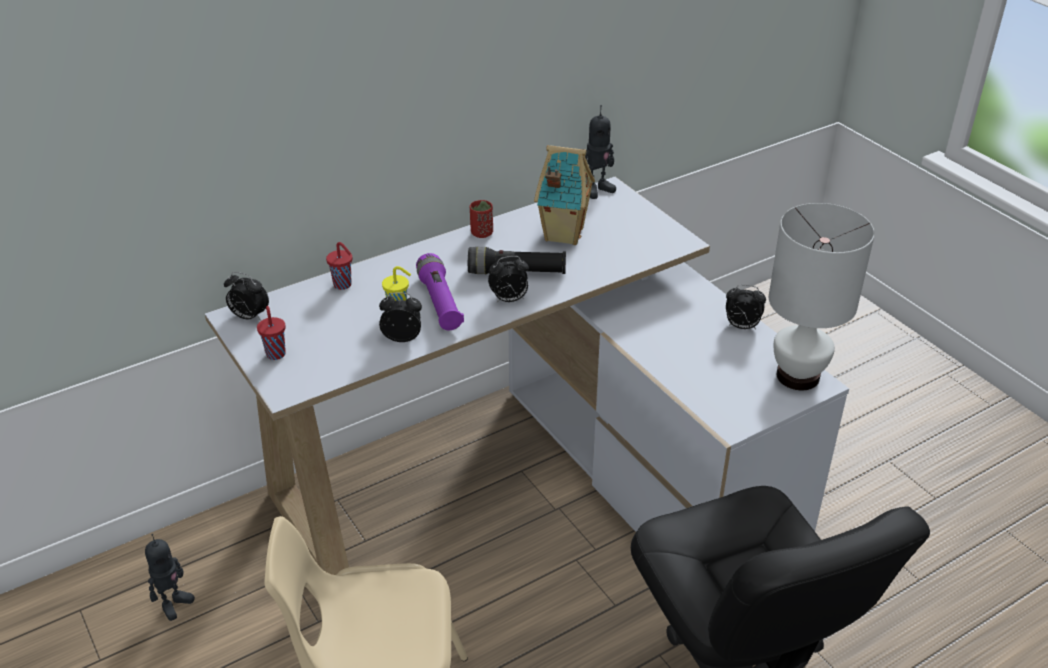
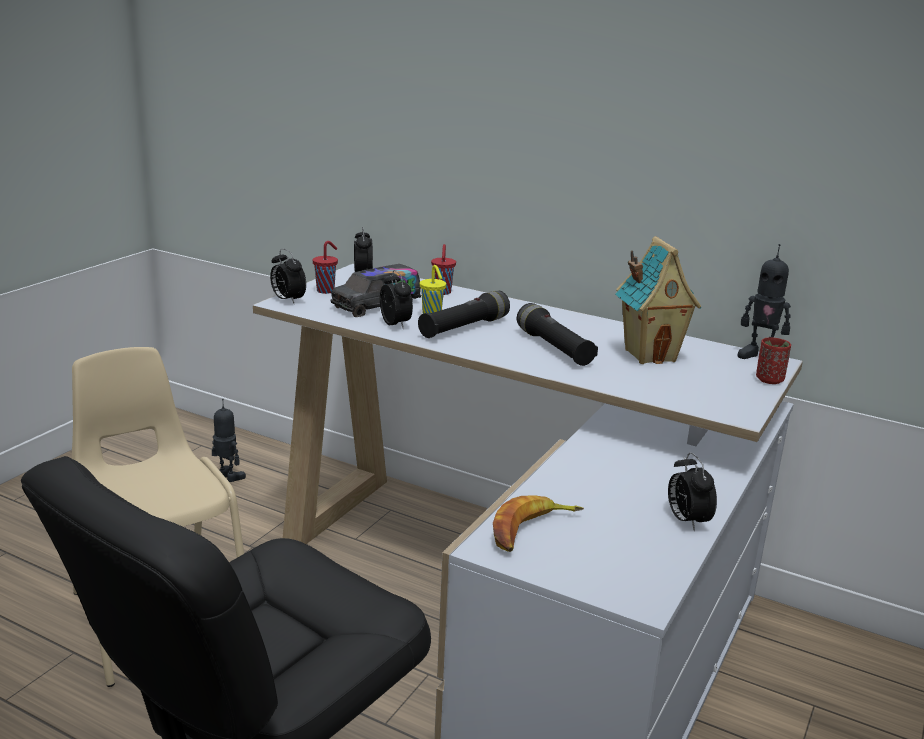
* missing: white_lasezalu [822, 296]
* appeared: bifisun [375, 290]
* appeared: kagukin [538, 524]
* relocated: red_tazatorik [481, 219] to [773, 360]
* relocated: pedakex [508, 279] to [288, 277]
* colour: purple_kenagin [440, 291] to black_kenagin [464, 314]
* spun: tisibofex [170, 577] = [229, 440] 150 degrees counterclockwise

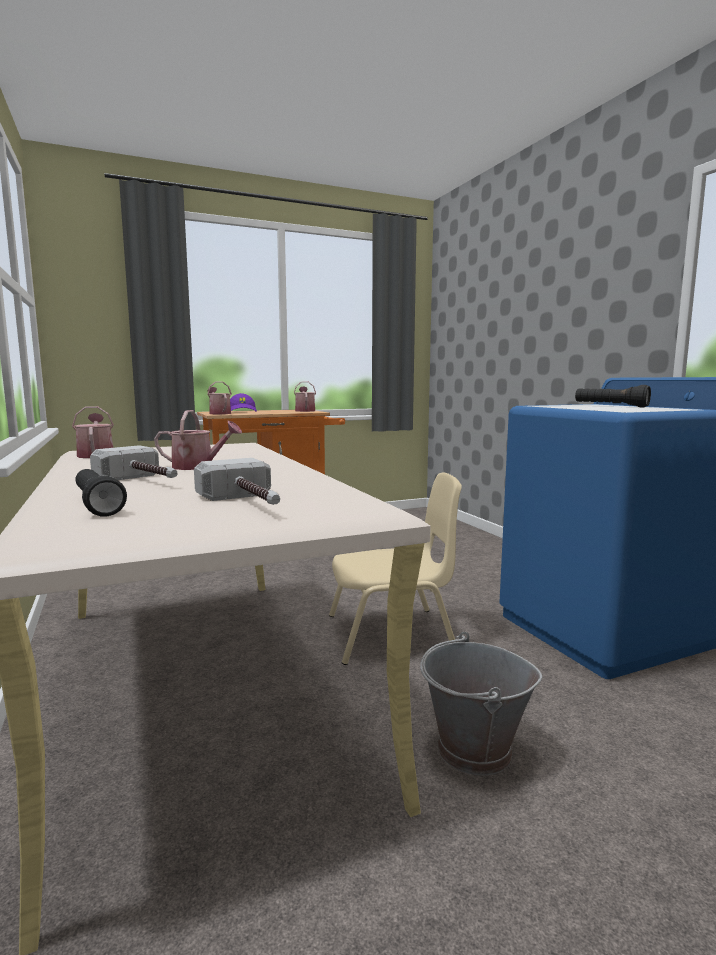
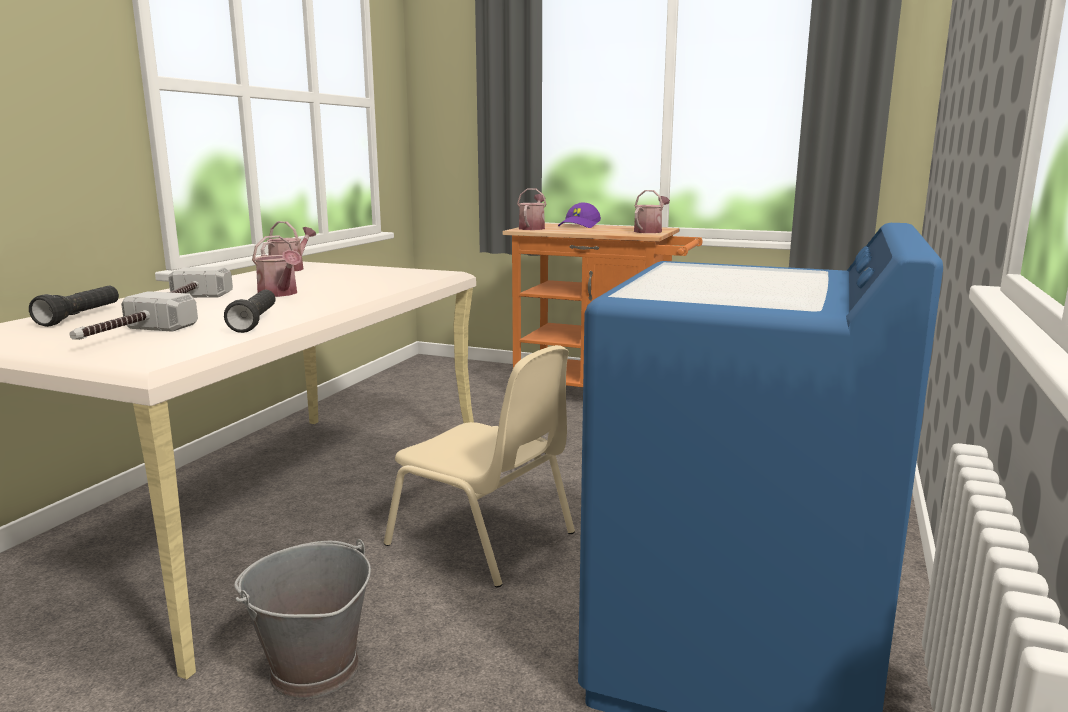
* relocated: black_kenagin [613, 396] to [250, 311]

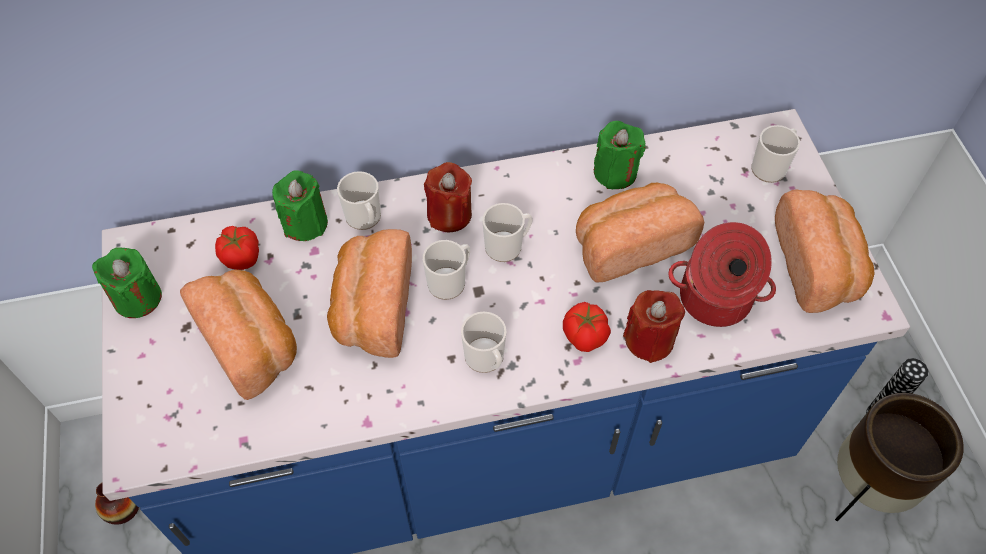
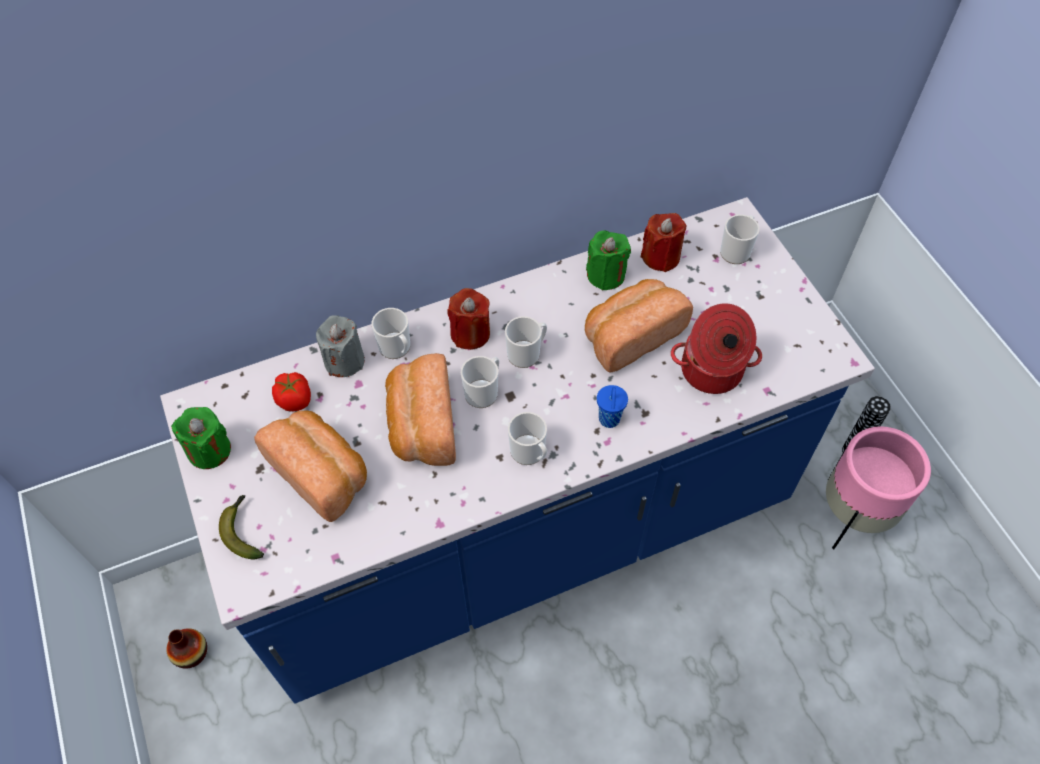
* missing: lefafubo [825, 251]
* appeared: kagukin [241, 527]
* relocated: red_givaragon [654, 326] to [664, 242]
* exchanged: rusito [587, 327] to blue_tazatorik [612, 406]
* colour: green_givaragon [300, 205] to grey_givaragon [340, 346]
* colour: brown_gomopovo [899, 457] to pink_gomopovo [878, 487]

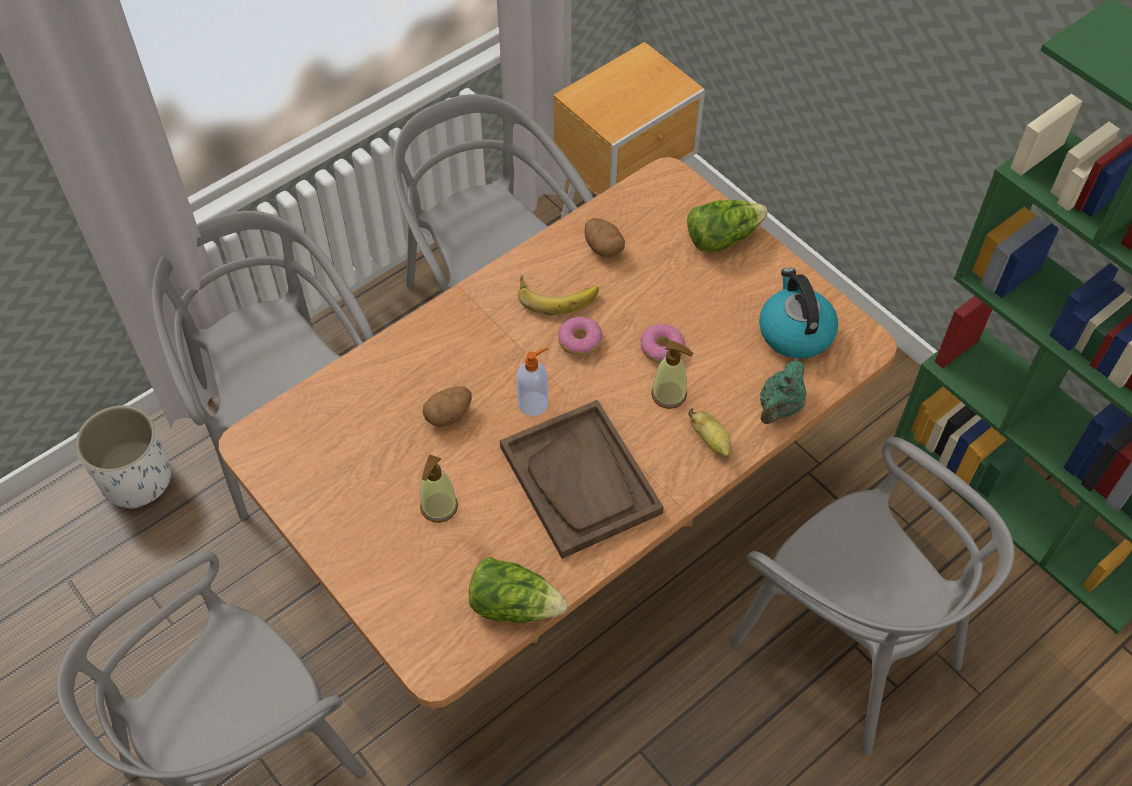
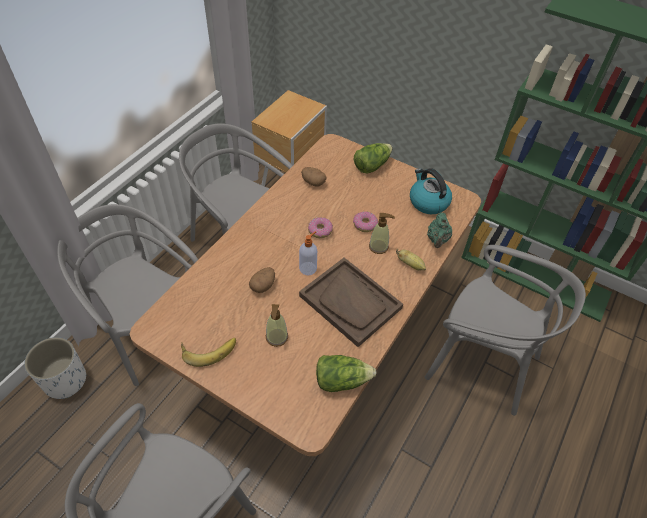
* relocated: kagukin [558, 295] to [208, 352]

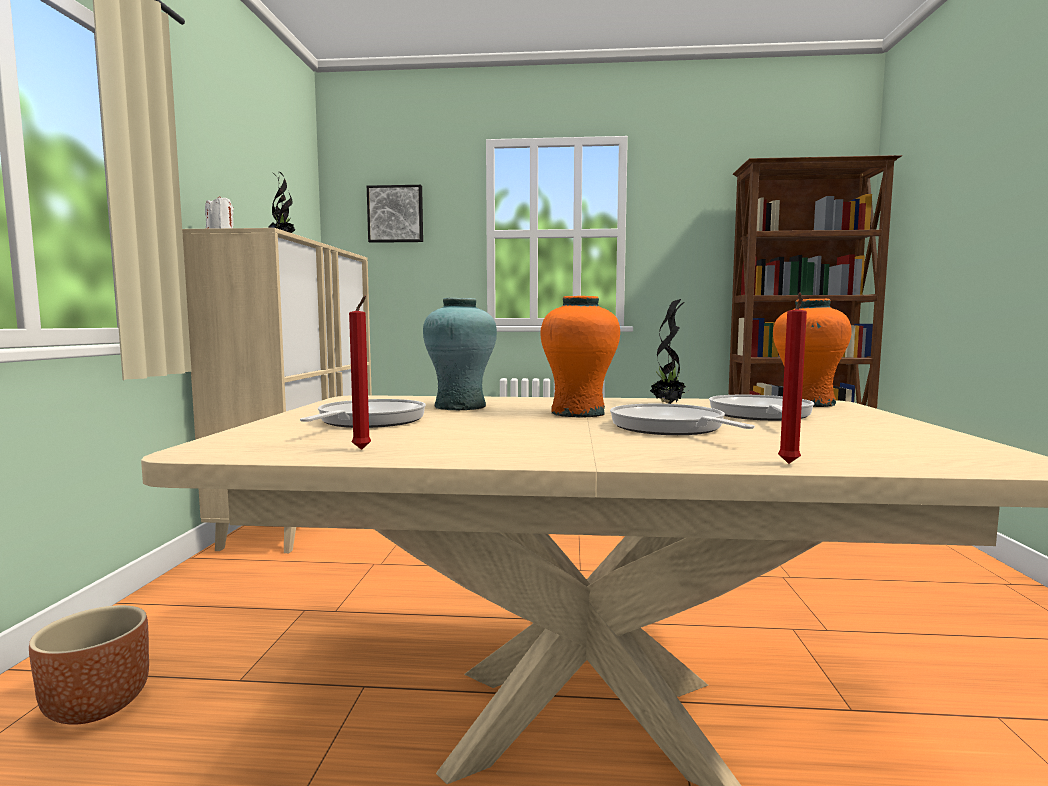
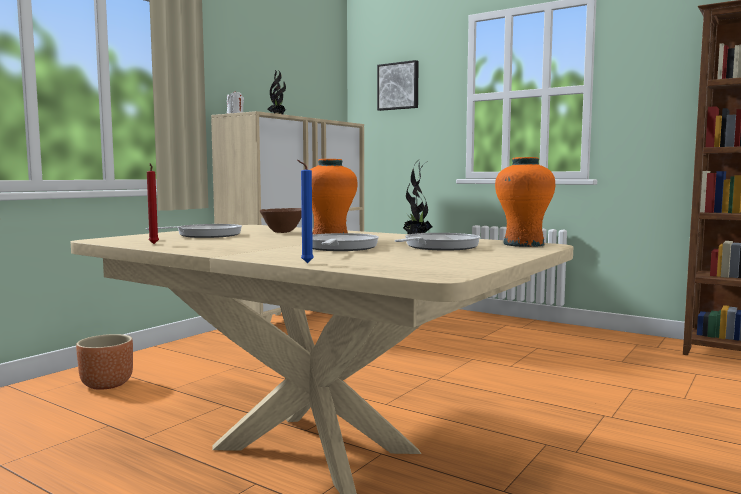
* exchanged: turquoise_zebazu [460, 354] to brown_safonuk [281, 220]
* colour: red_givaragon [792, 378] to blue_givaragon [305, 211]

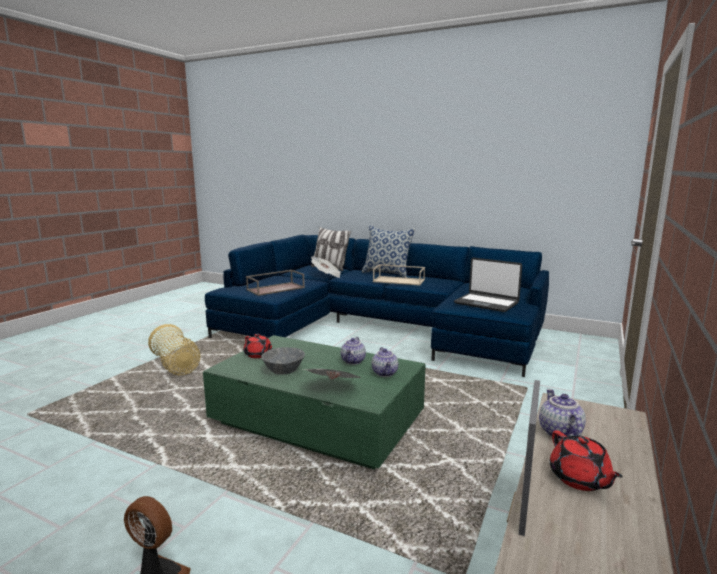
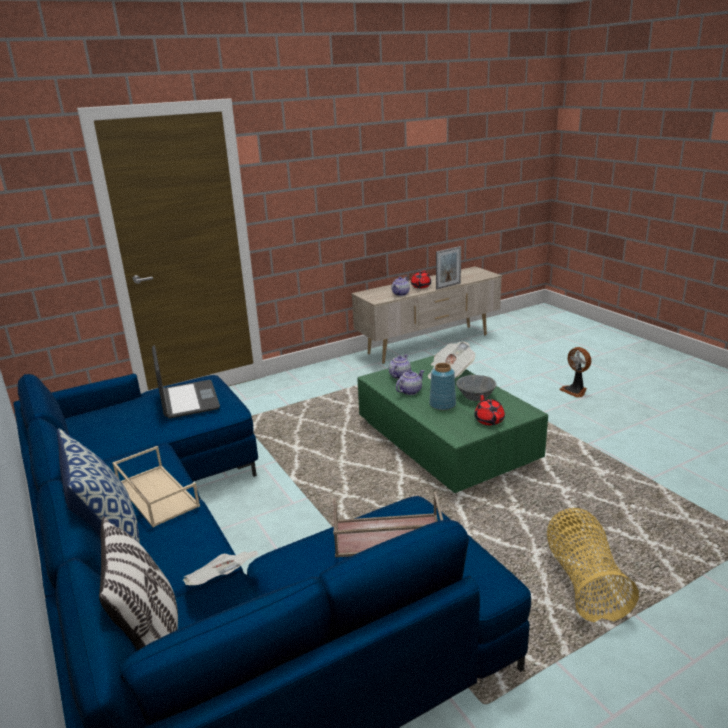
* appeared: blue_zebazu [442, 386]

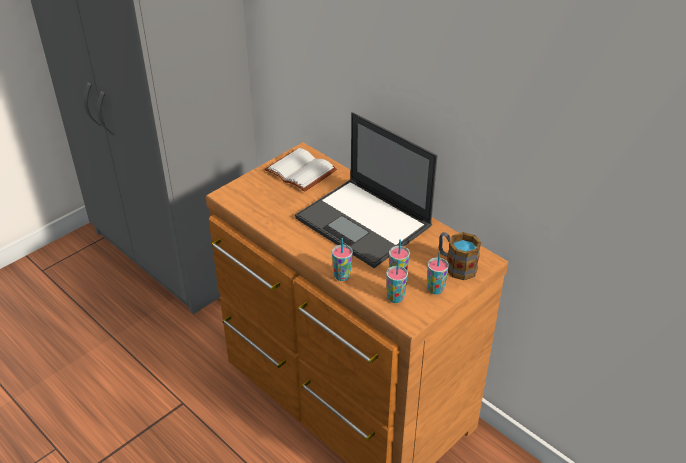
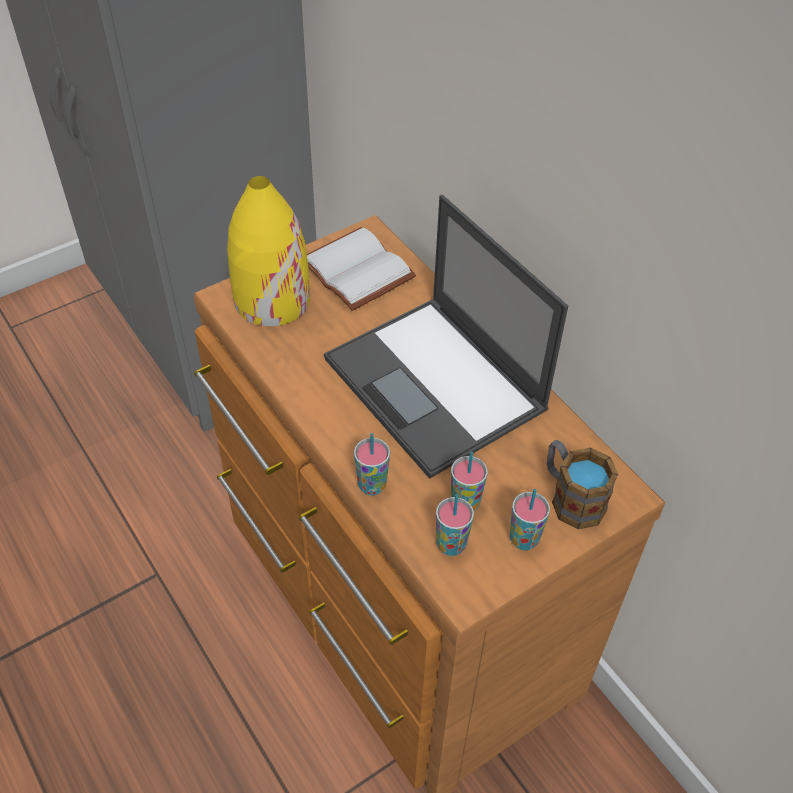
* appeared: yellow_zebazu [268, 251]

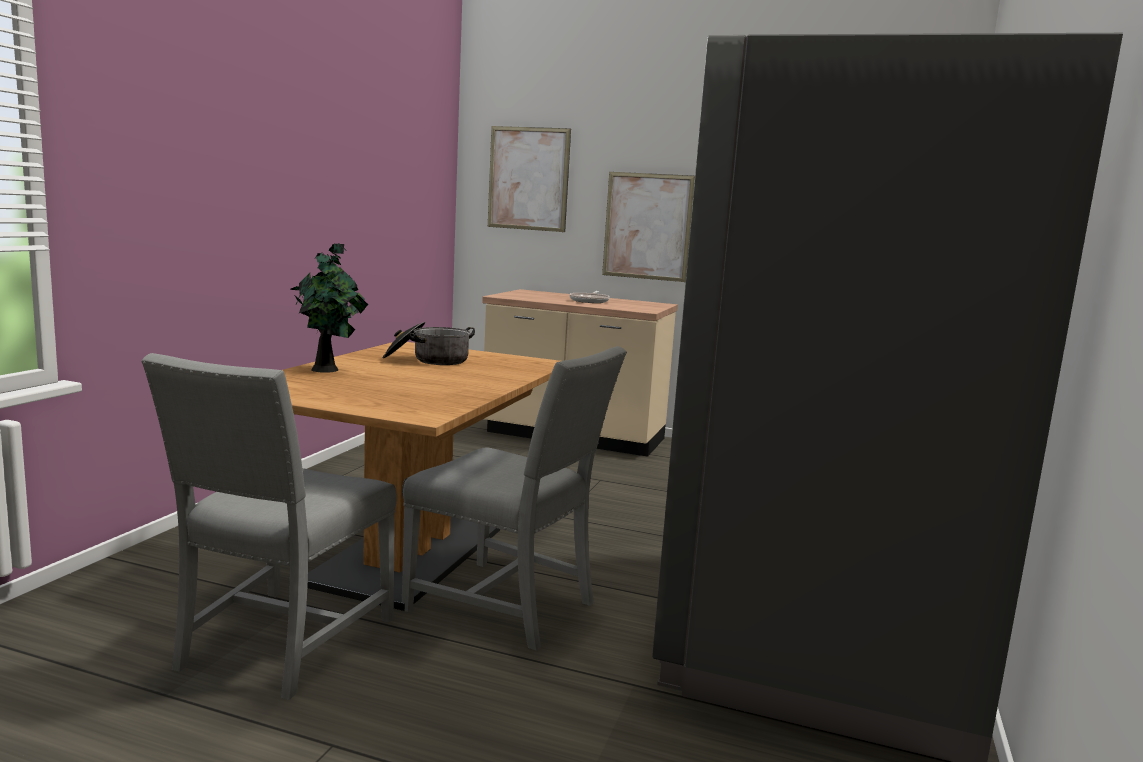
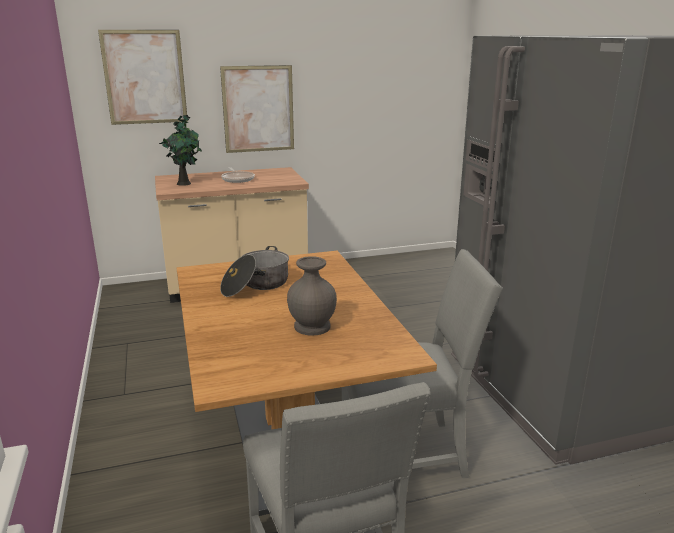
* appeared: grey_zebazu [312, 295]
* relocated: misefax [329, 308] to [180, 150]

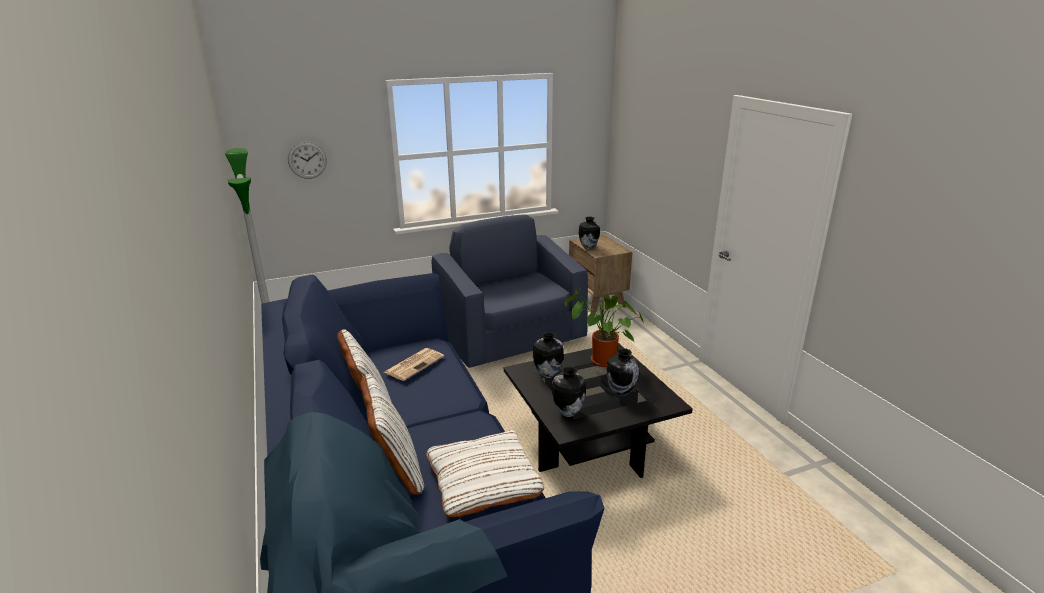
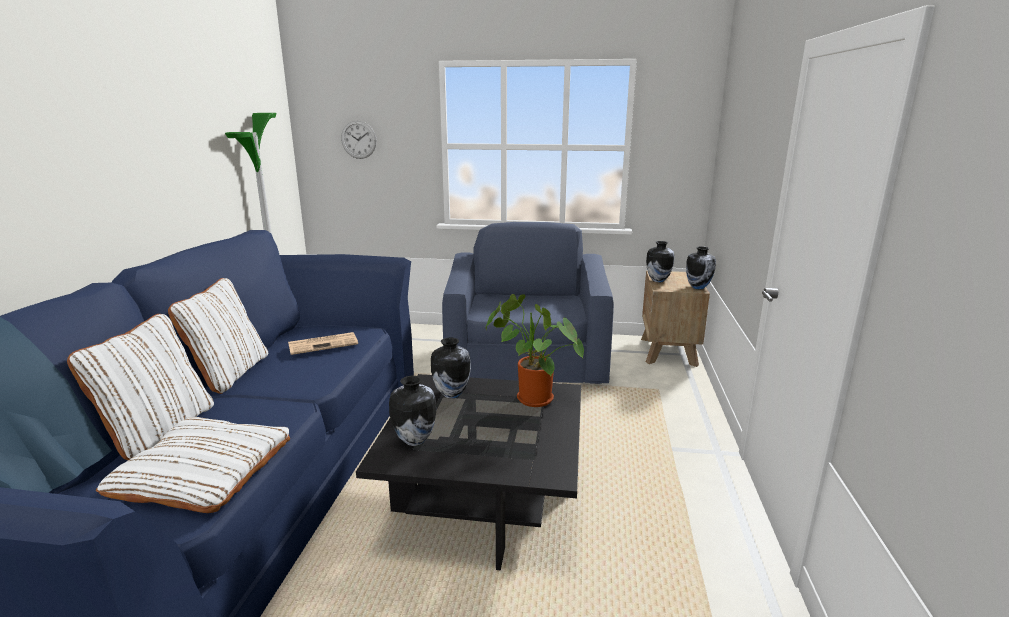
* relocated: zebazu [622, 372] to [701, 267]

